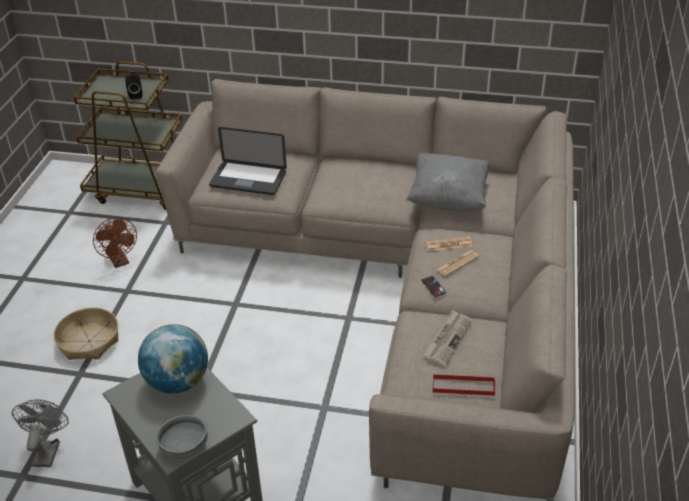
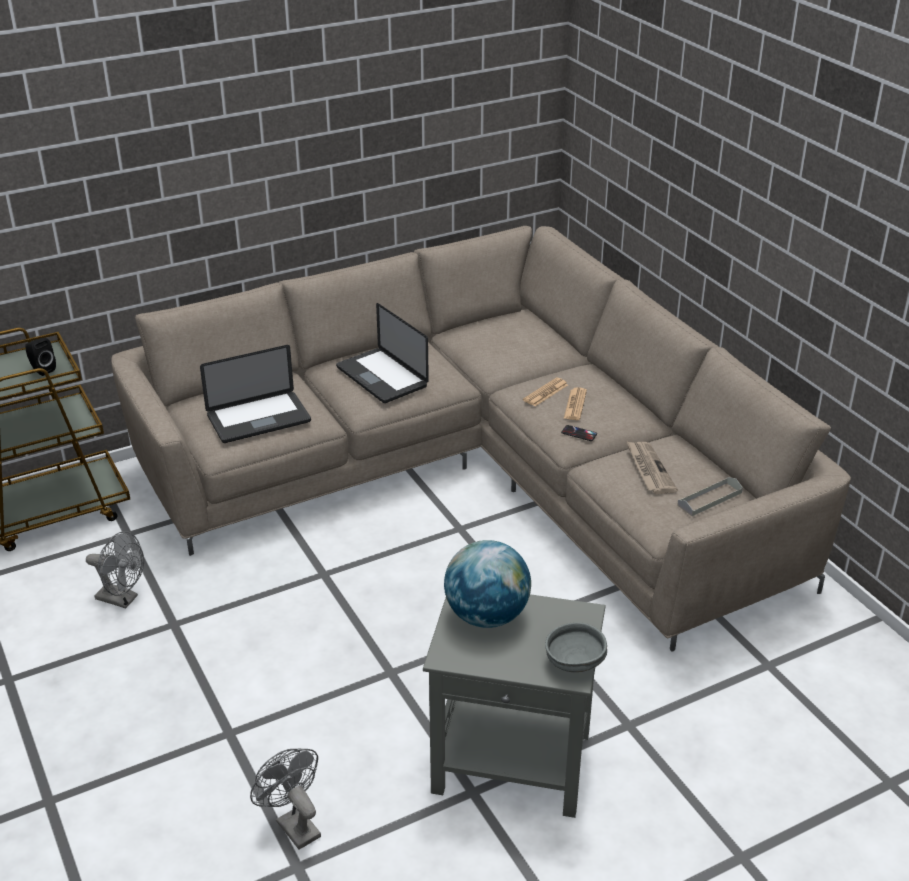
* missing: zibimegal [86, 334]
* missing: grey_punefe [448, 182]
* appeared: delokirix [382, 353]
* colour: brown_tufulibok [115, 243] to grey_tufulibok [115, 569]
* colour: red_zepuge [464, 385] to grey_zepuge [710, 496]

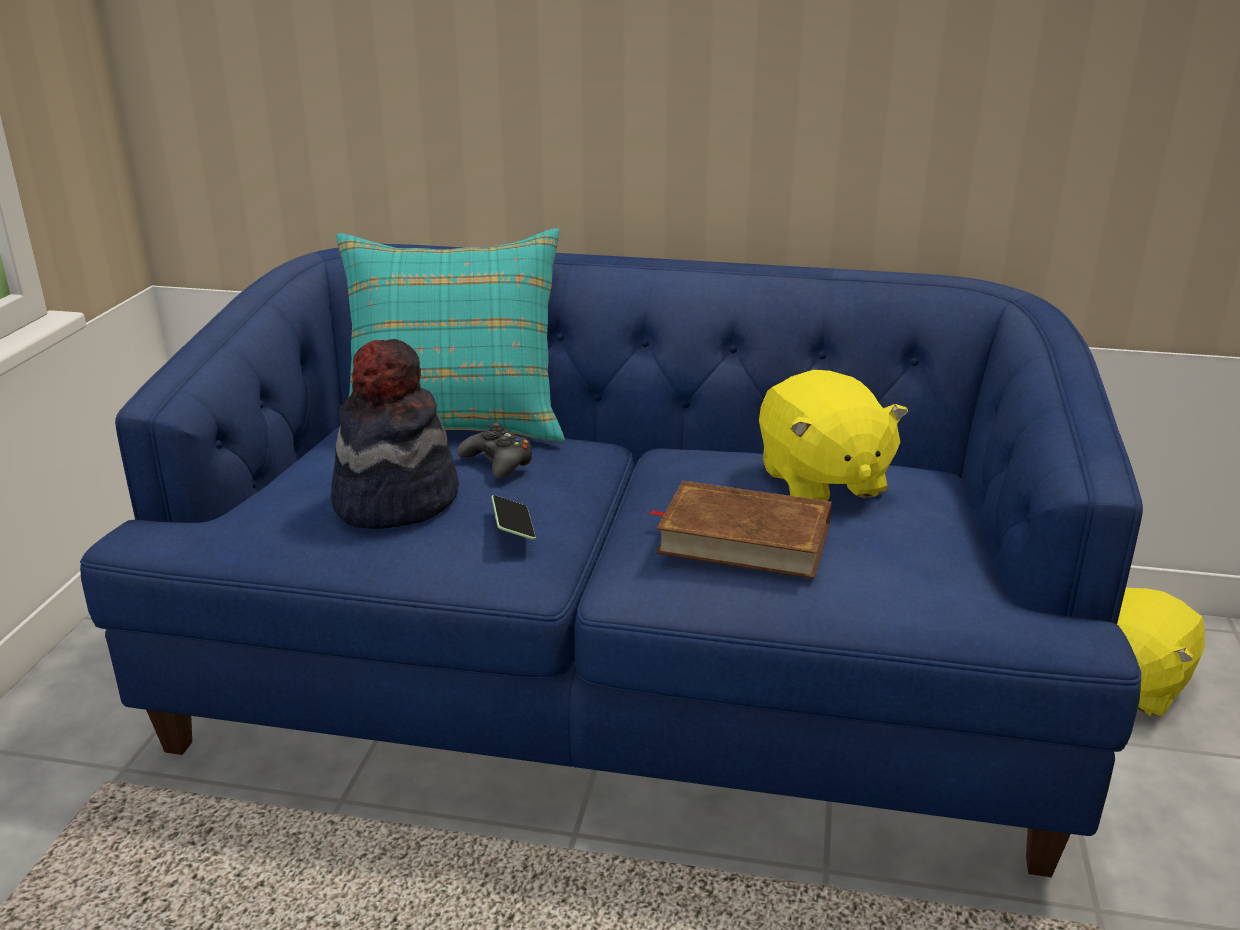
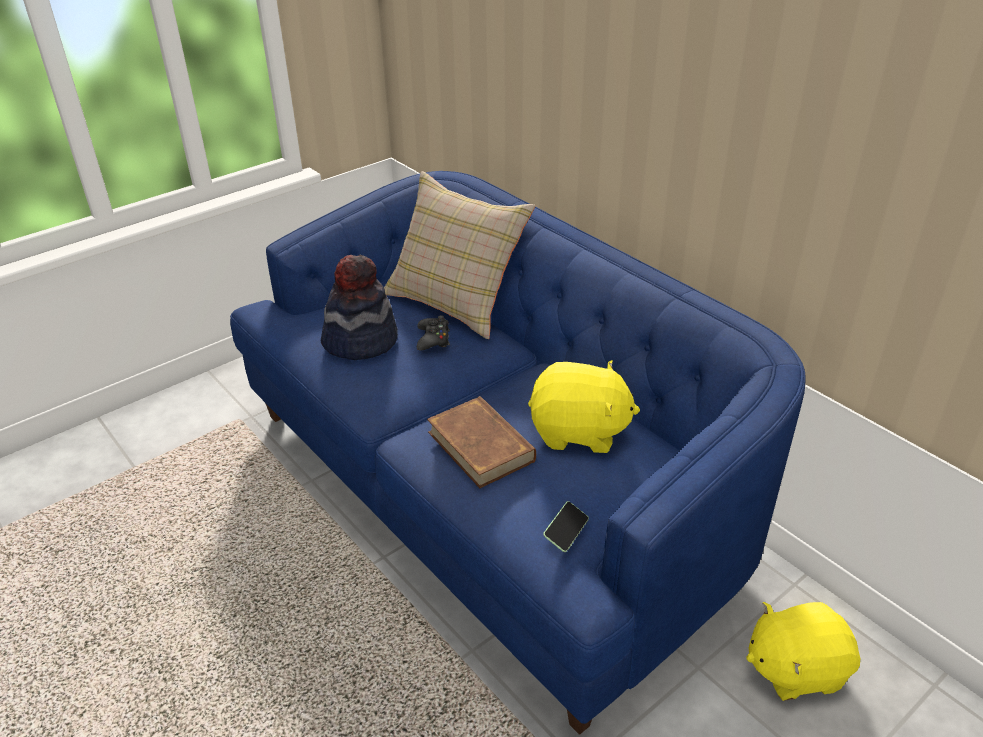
* relocated: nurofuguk [513, 517] to [566, 526]
* colour: turquoise_punefe [450, 335] to beige_punefe [459, 255]
* spun: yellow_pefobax [833, 435] = [584, 406] 105 degrees counterclockwise

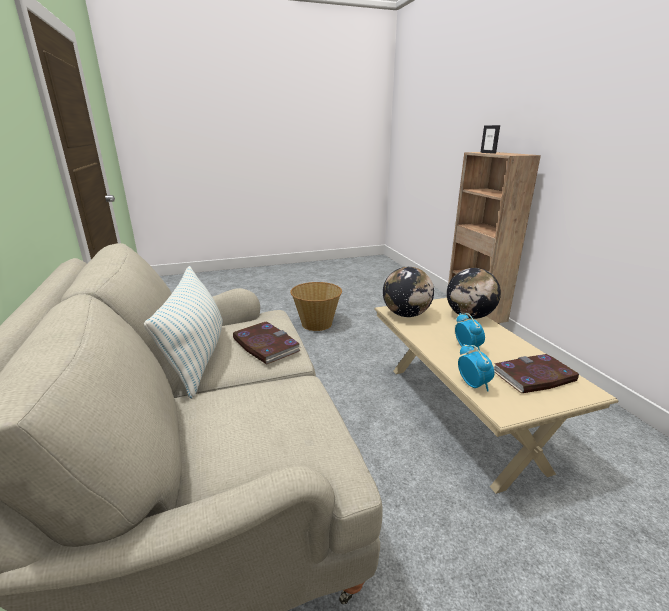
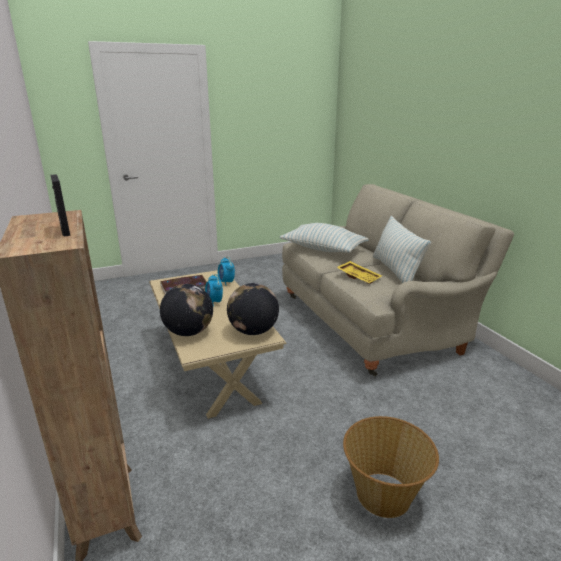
* appeared: punefe [324, 238]
* exchanged: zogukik [267, 342] to yellow_zepuge [359, 272]

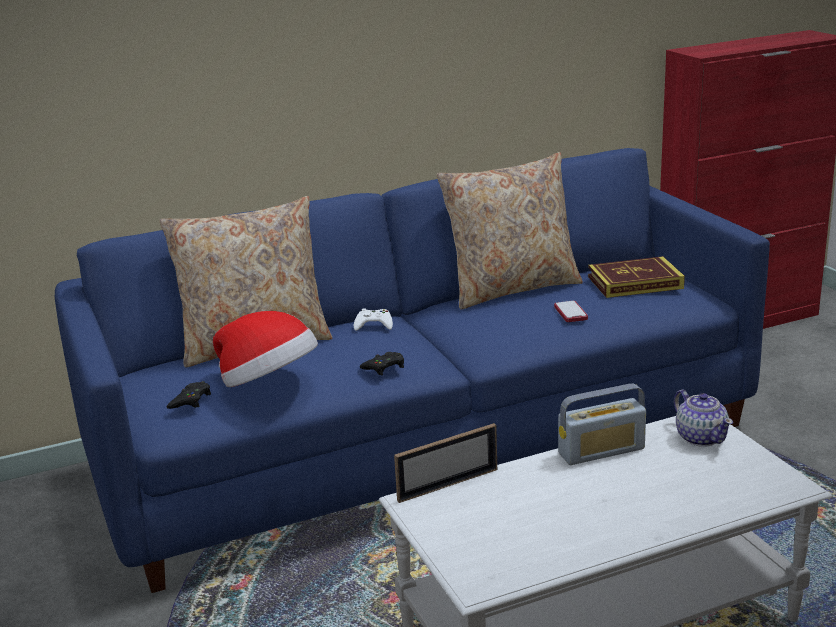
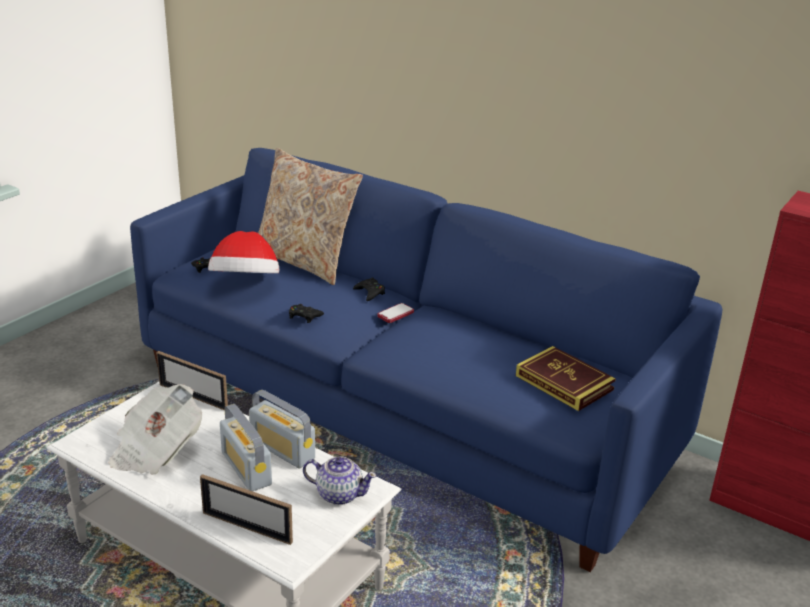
* missing: beige_punefe [510, 230]
* appeared: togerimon [155, 429]
* appeared: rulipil [246, 509]
* appeared: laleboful [246, 447]
* relocated: nurofuguk [571, 311] to [395, 313]
* colour: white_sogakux [373, 320] to black_sogakux [369, 289]
* spun: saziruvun [703, 418] = [340, 480] 105 degrees counterclockwise

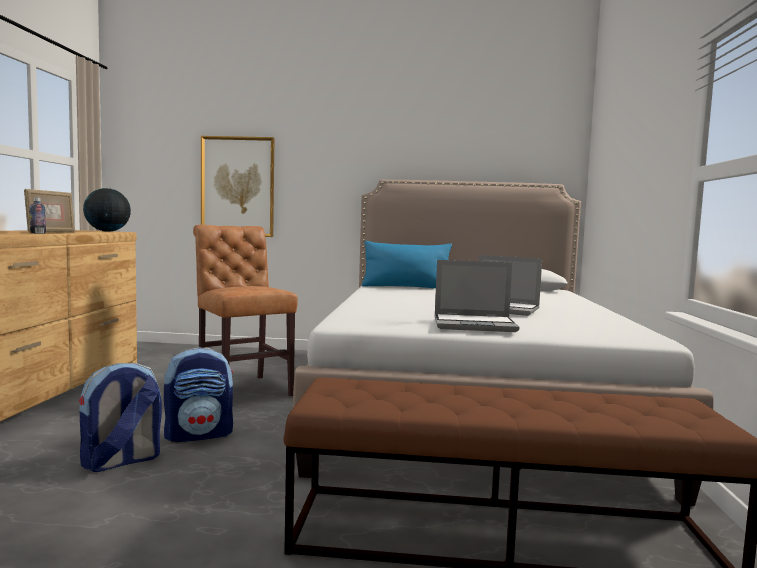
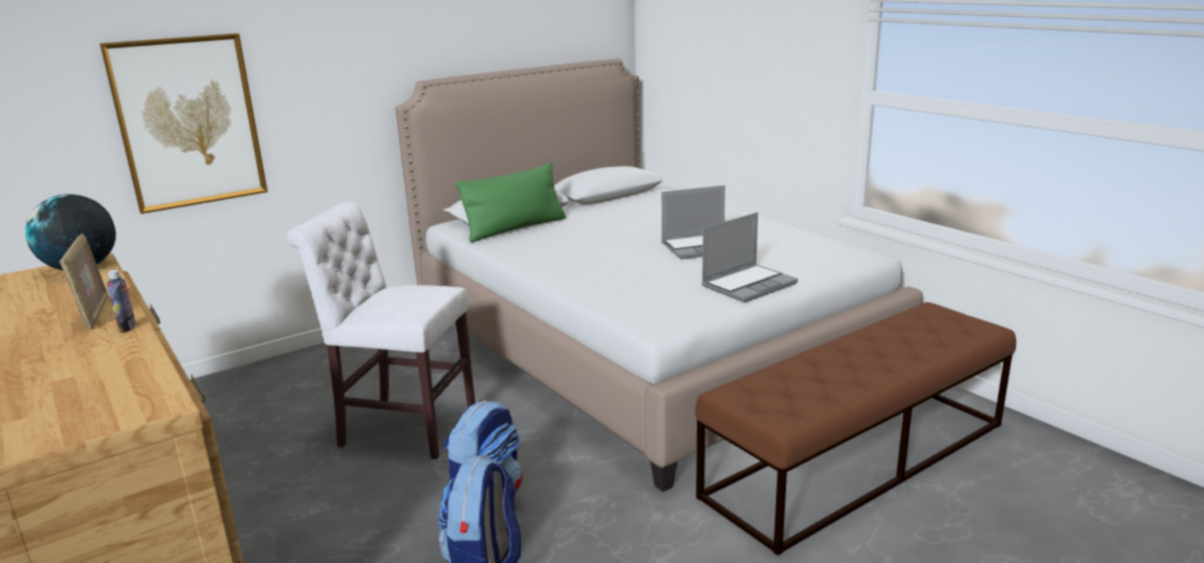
* colour: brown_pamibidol [245, 311] to white_pamibidol [381, 330]
* colour: blue_punefe [407, 264] to green_punefe [510, 202]

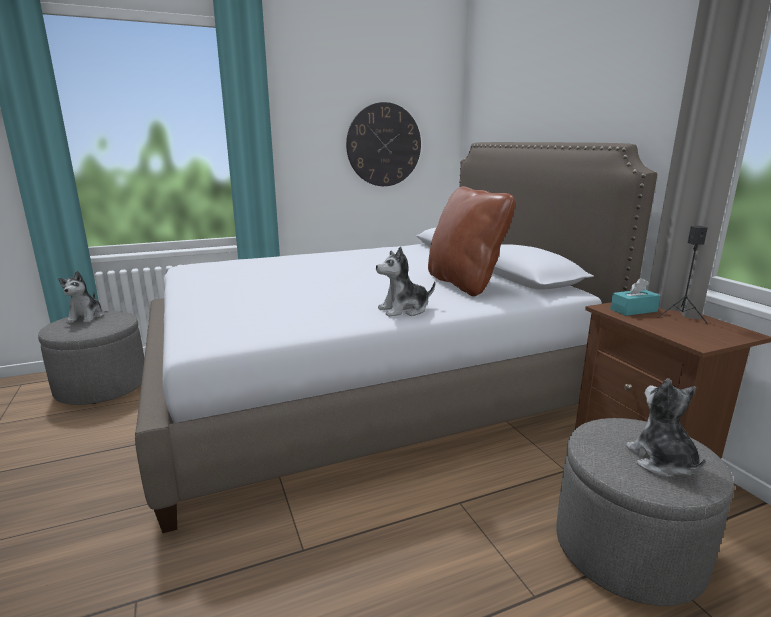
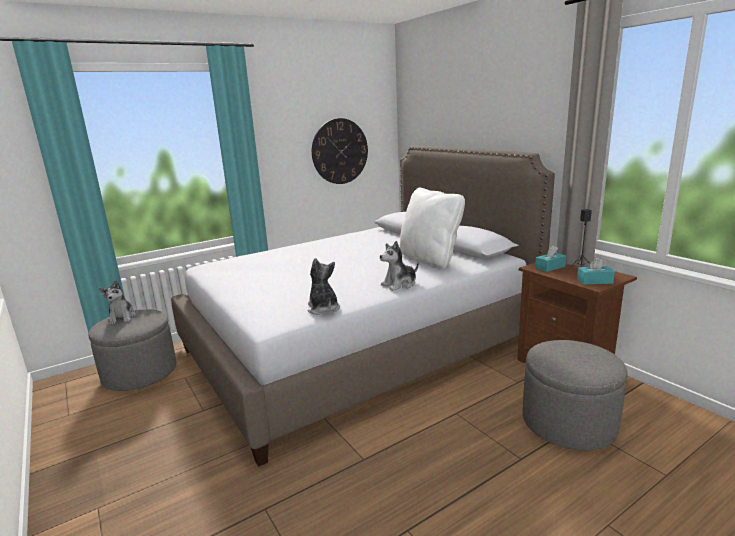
* appeared: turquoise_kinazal [596, 271]
* relocated: pefobax [666, 427] to [324, 286]
* colour: brown_punefe [471, 241] to white_punefe [432, 228]

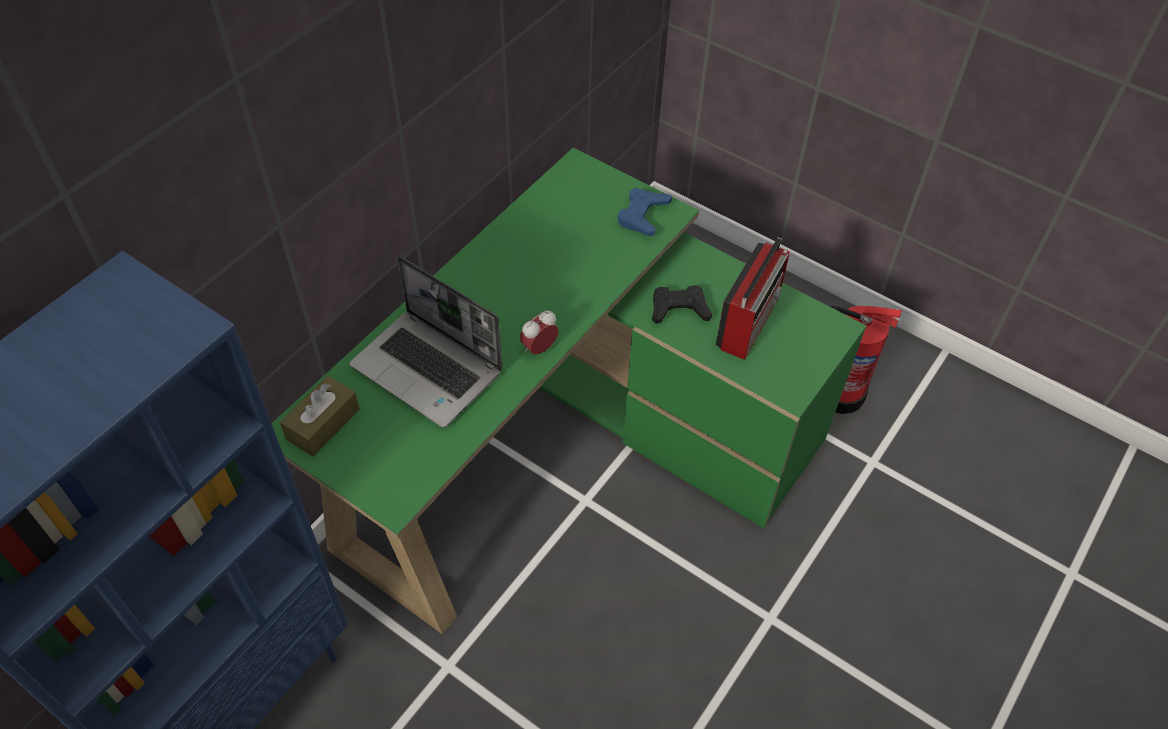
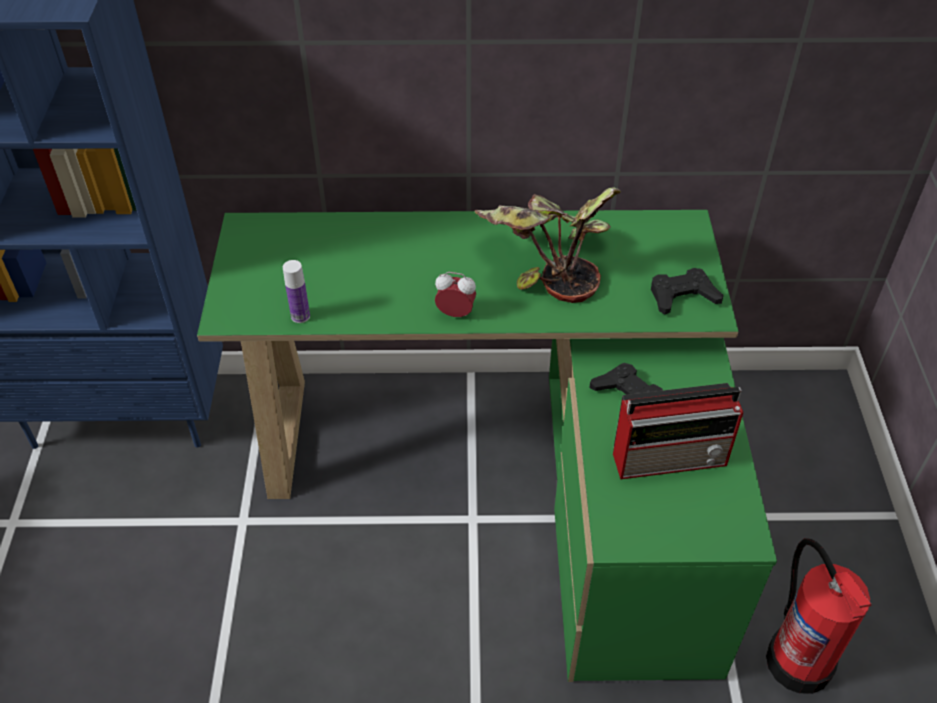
* missing: brown_kinazal [320, 416]
* missing: delokirix [426, 342]
* appeared: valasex [296, 291]
* appeared: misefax [548, 245]
* colour: blue_sogakux [645, 212] to black_sogakux [687, 291]

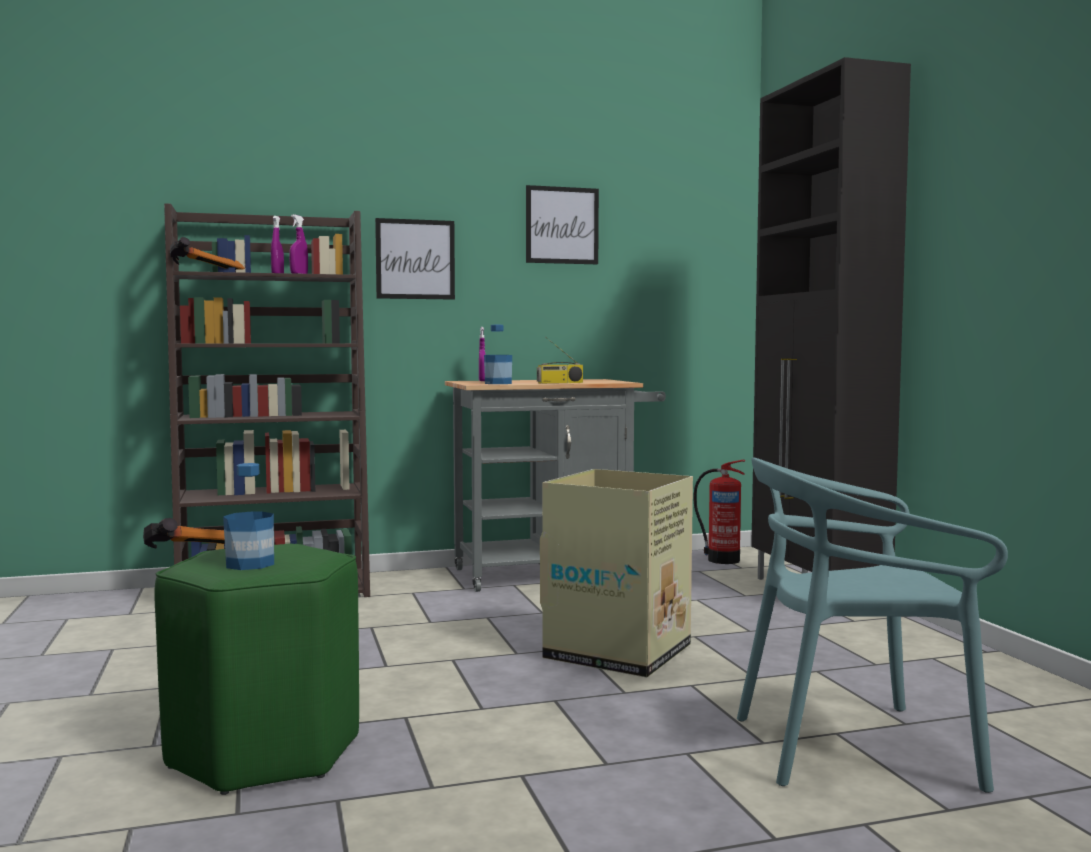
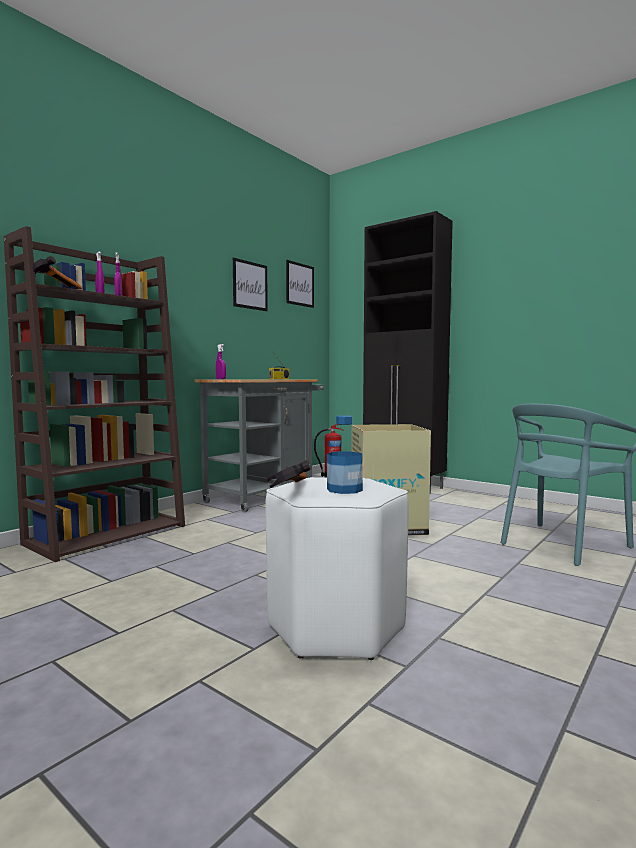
* missing: valasex [498, 354]
* relocated: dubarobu [415, 259] to [300, 284]
* colour: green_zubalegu [256, 669] to white_zubalegu [337, 568]

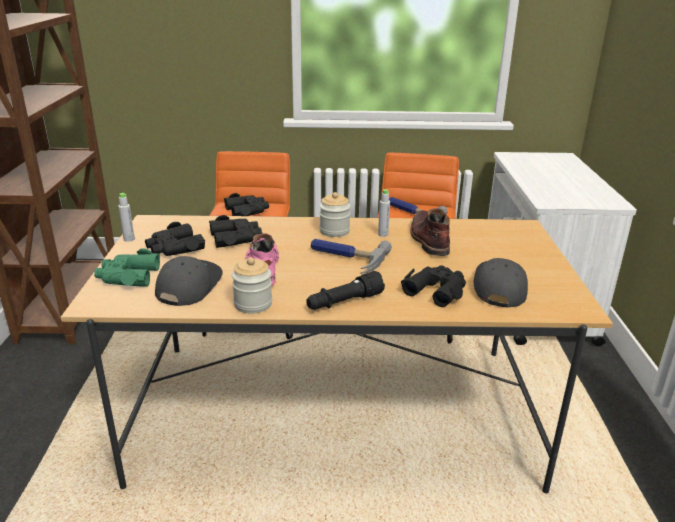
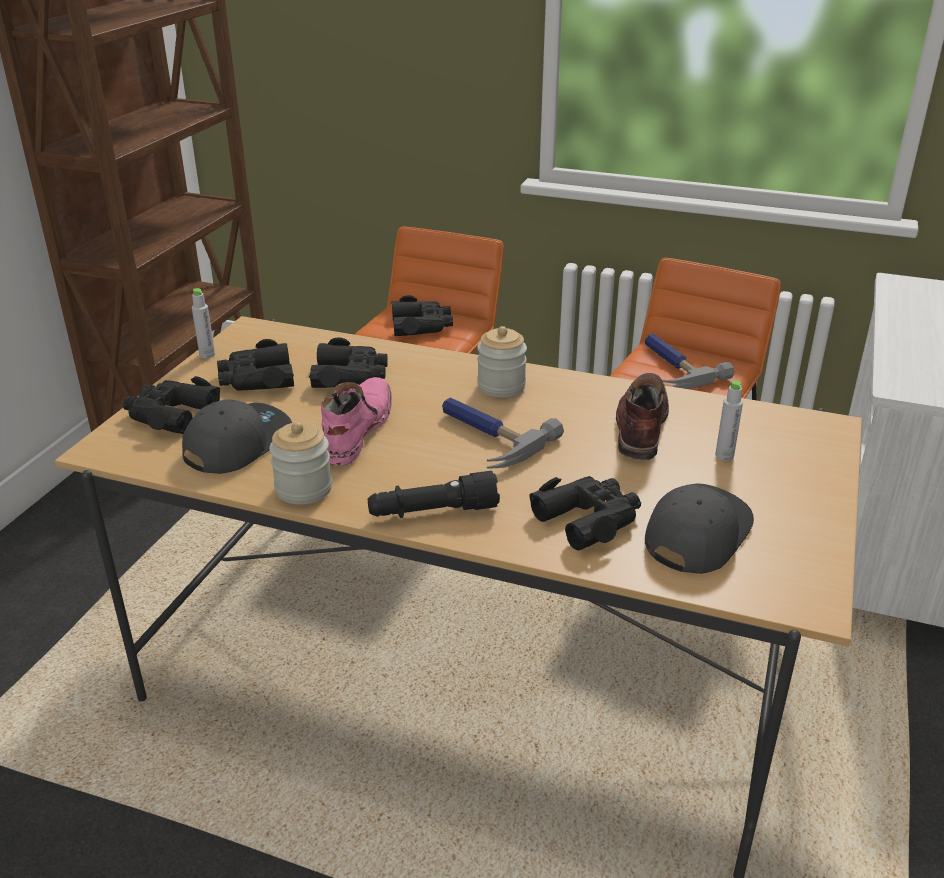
* relocated: grey_valasex [384, 213] to [729, 420]
* colour: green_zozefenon [127, 268] to black_zozefenon [171, 405]

